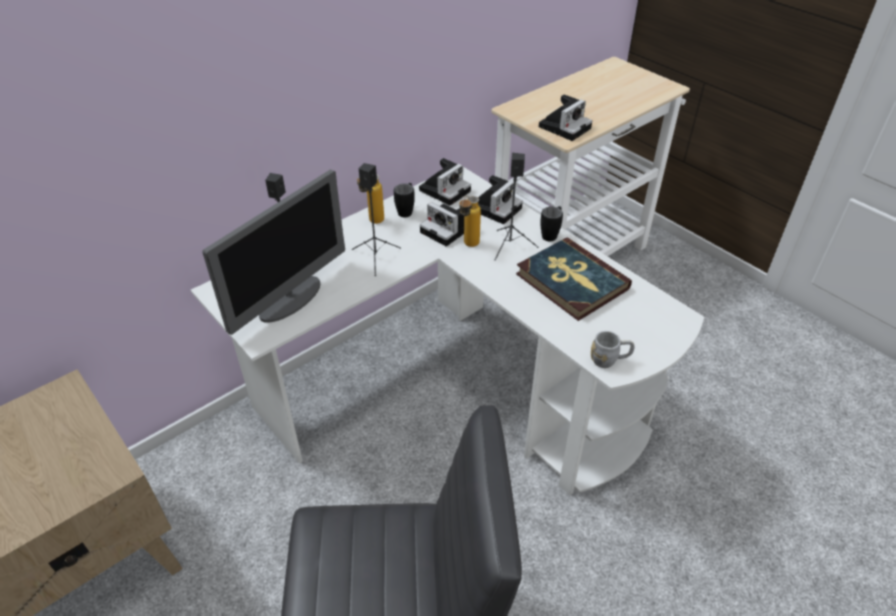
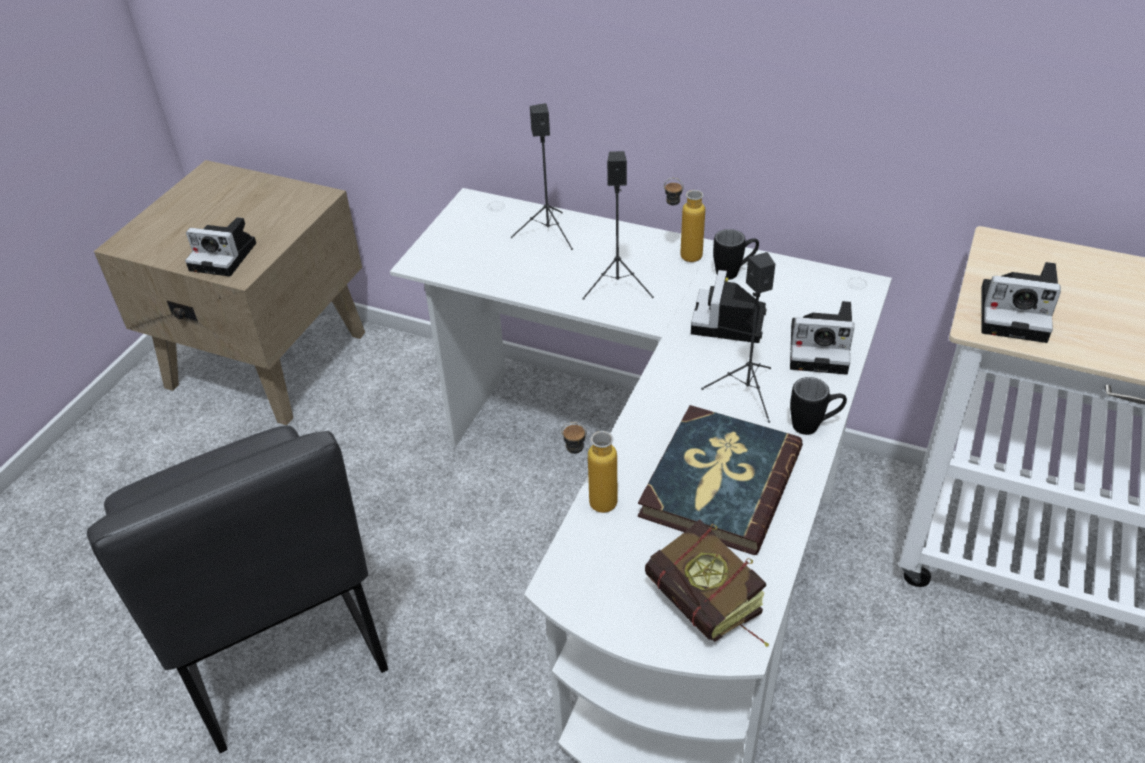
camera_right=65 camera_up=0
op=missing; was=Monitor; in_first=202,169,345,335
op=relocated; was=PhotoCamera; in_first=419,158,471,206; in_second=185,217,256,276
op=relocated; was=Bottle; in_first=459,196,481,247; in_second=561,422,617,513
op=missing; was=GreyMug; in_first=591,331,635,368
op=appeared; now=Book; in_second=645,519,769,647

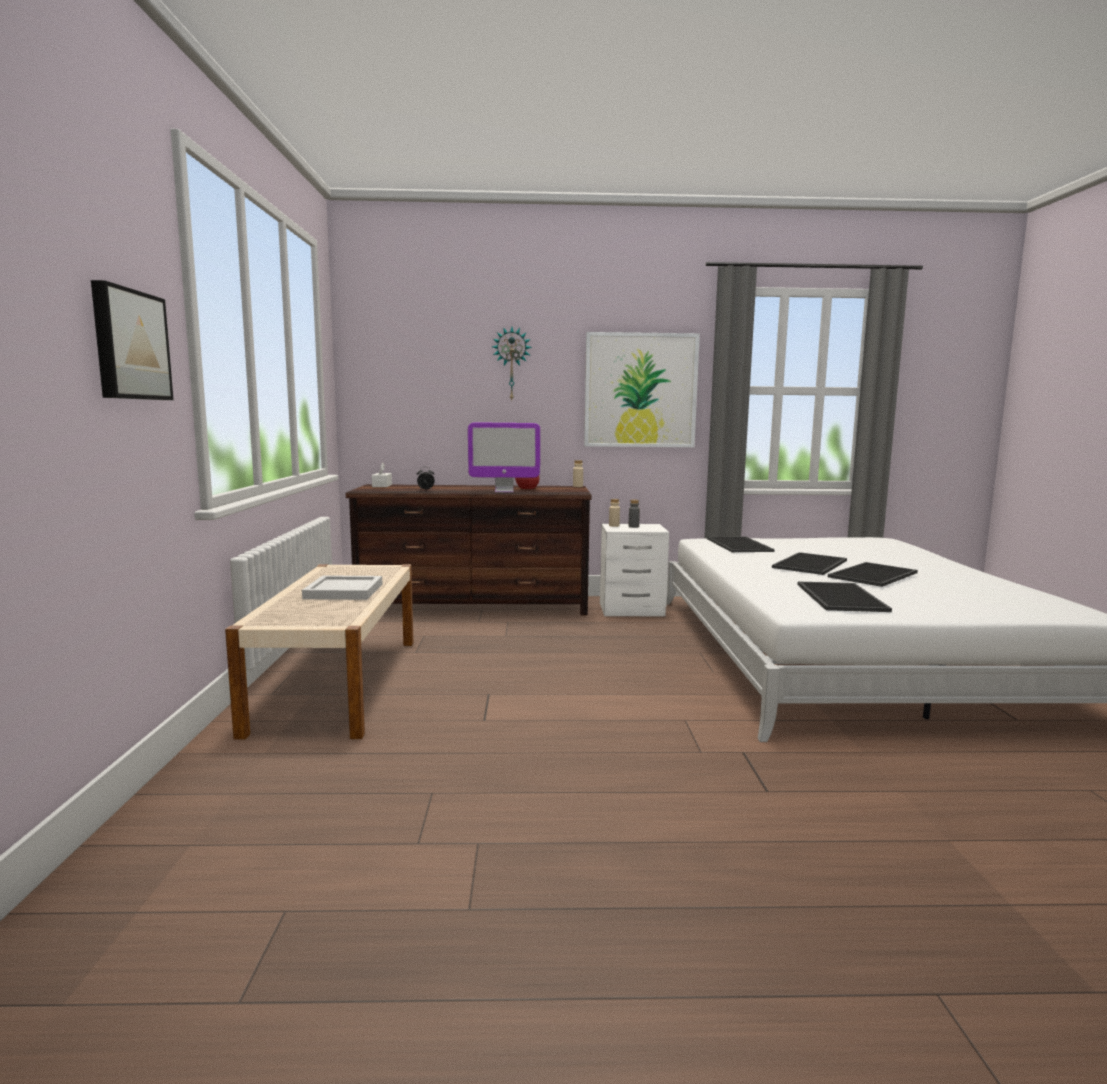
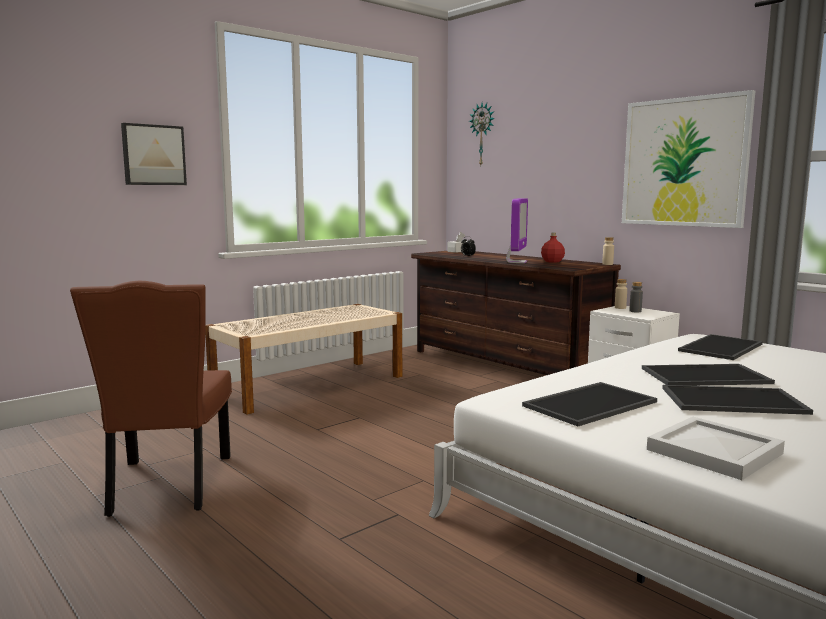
camera_right=50 camera_up=0
op=relocated; was=WhiteTray; in_first=302,575,382,600; in_second=647,417,785,480
op=spun; was=Monitor; in_first=468,423,540,493; in_second=506,198,528,263; clockwise=-120
op=relocated; was=WallClock; in_first=492,327,532,401; in_second=469,103,495,165
op=appeared; now=BrownChair; in_second=70,281,232,517

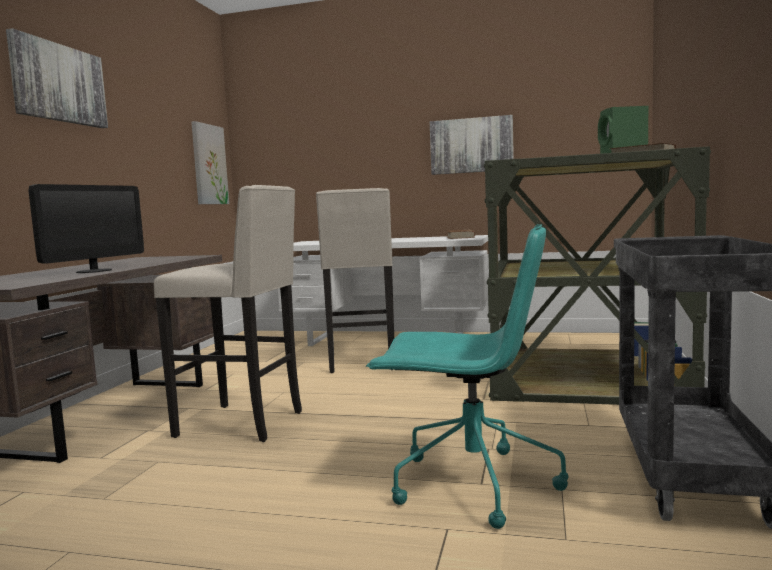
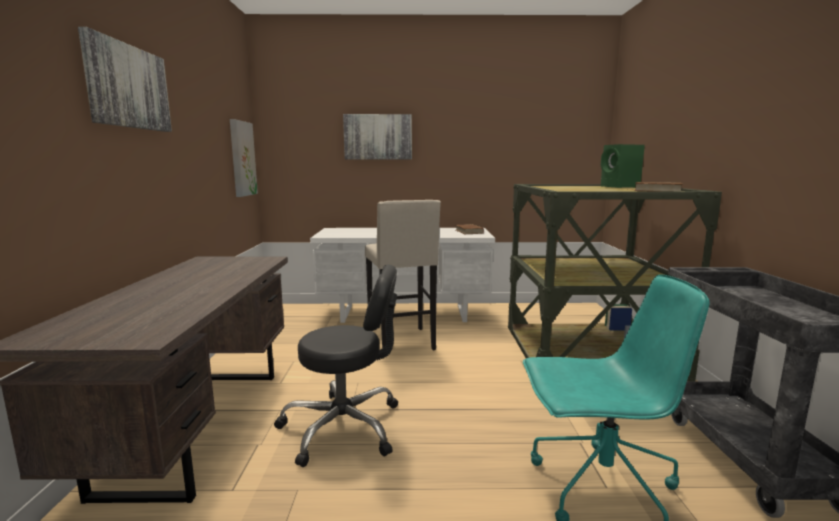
camera_right=-15 camera_up=5
op=missing; was=Monitor; in_first=28,184,144,273
op=exchanged; was=BeigeStool; now=BlackOfficeChair; in_first=154,185,302,442; in_second=274,264,398,467
op=relocated; was=Picture; in_first=430,115,514,175; in_second=343,114,412,159

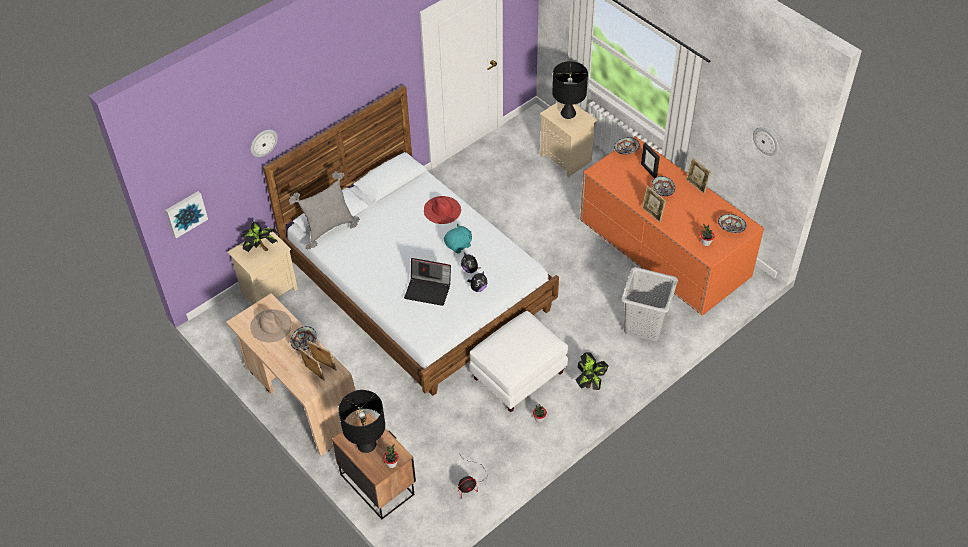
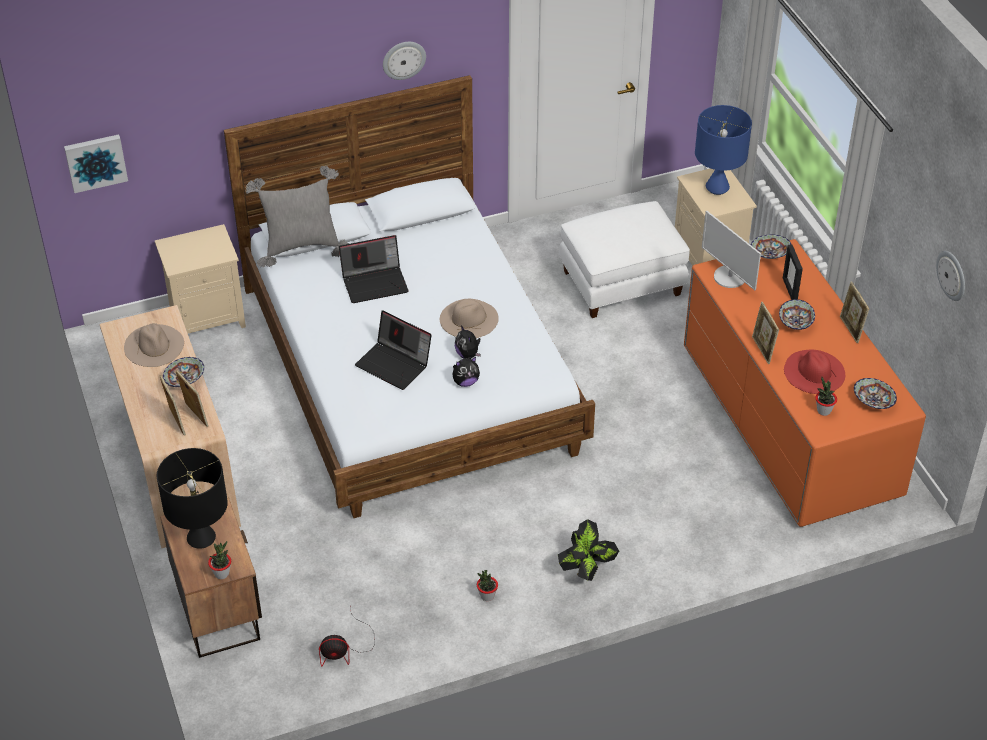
camera_right=20 camera_up=-5
op=missing; was=PottedPlant; in_first=241,222,277,252
op=relocated; was=WallClock; in_first=250,130,278,157; in_second=383,42,426,80
op=relocated; was=RedHat; in_first=424,196,461,224; in_second=784,350,845,394
op=exchanged; was=TurquoisePlushToy; now=BeigeHat; in_first=444,224,472,254; in_second=440,299,499,338
op=relocated; was=WhiteOttoman; in_first=469,311,568,413; in_second=559,201,690,318
op=colour; was=BlackTableLamp; now=BlueTableLamp; in_first=552,61,588,119; in_second=695,105,752,195
op=missing; was=GreyLaundryBasket; in_first=621,267,678,341
op=appeared; now=Laptop; in_second=339,235,409,303
op=appeared; now=Monitor; in_second=702,211,761,290

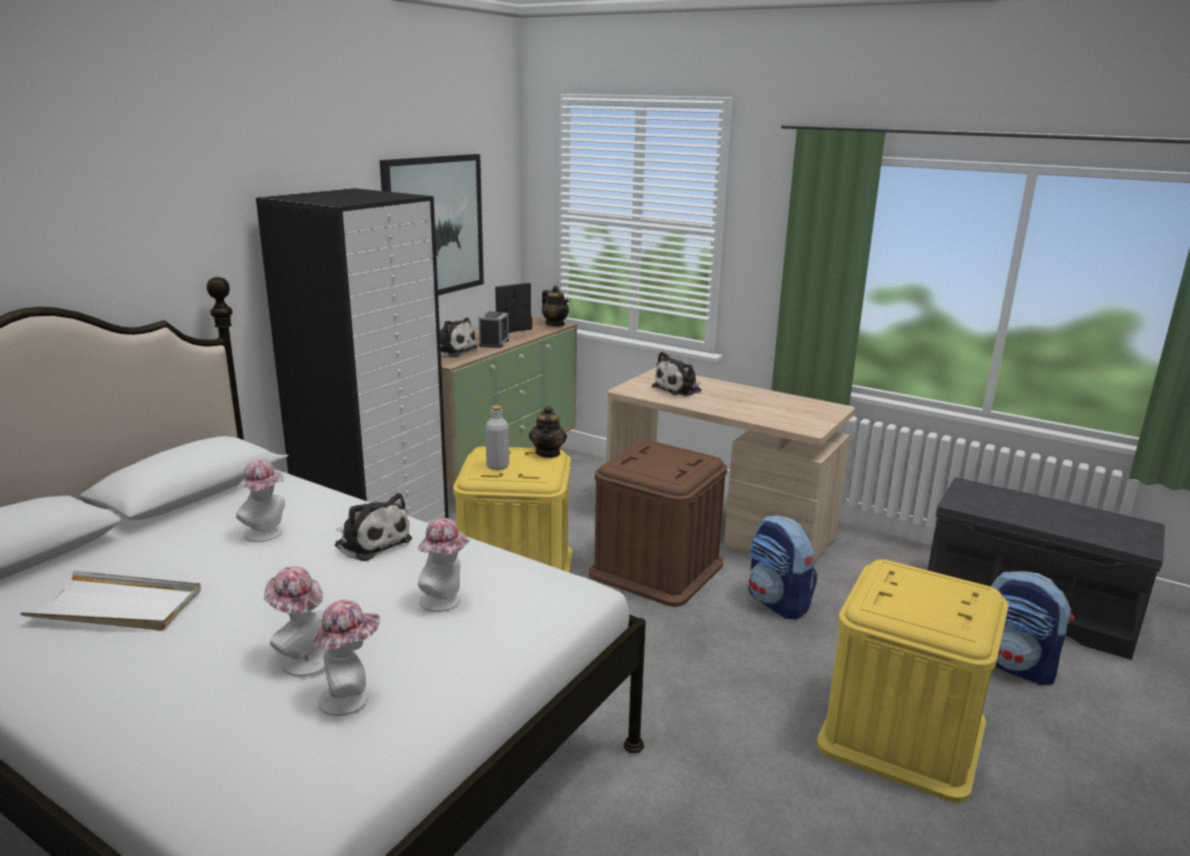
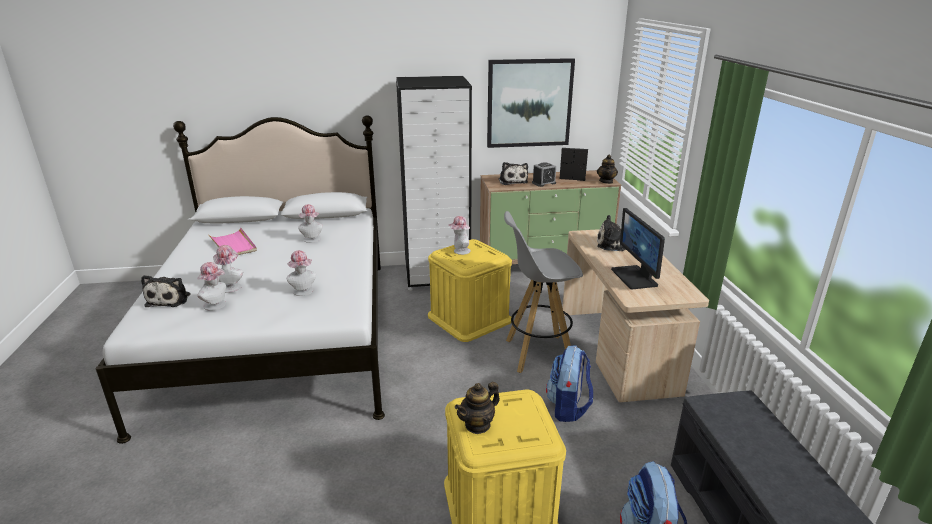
camera_right=50 camera_up=5
op=colour; was=WhiteTray; now=PinkTray; in_first=20,571,201,631; in_second=208,227,257,255
op=relocated; was=PlushToy; in_first=335,493,412,561; in_second=141,275,191,307
op=exchanged; was=GreyBottle; now=Hat; in_first=485,405,509,470; in_second=448,216,471,255
op=relocated; was=Teapot; in_first=529,406,567,458; in_second=455,382,500,434
op=exchanged; was=BrownStorageBox; now=GreyStool; in_first=589,440,727,607; in_second=504,211,583,373
op=appeared; now=Monitor; in_second=611,208,665,289

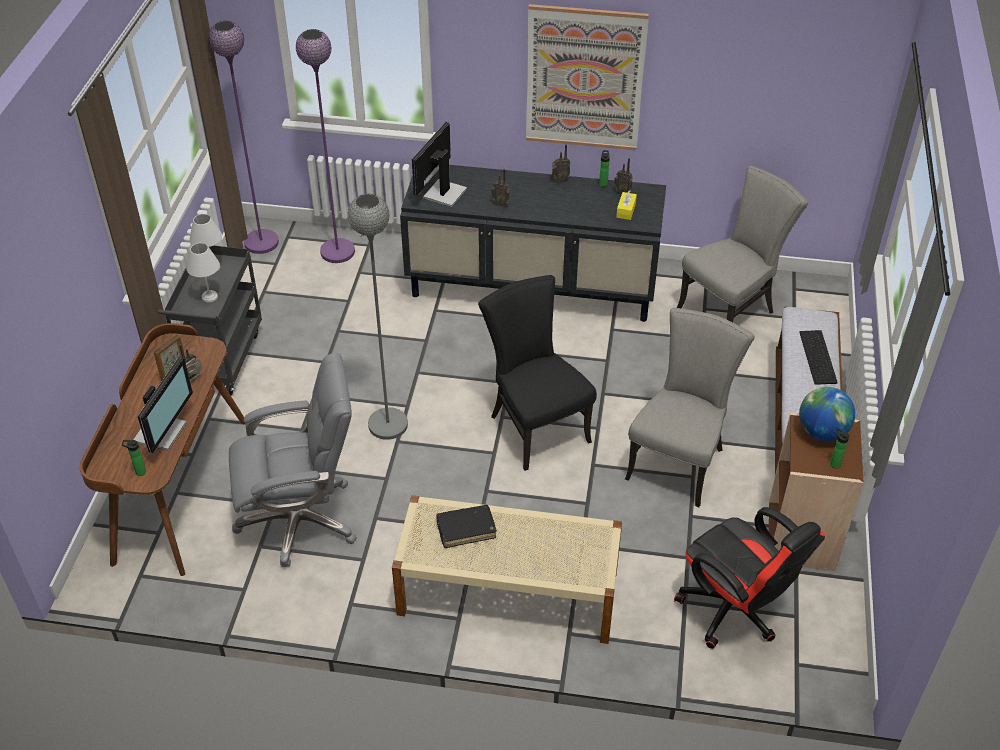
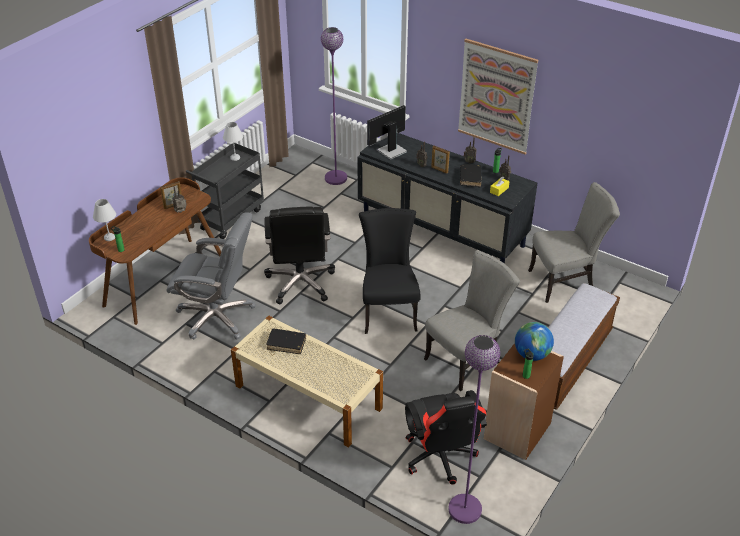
camera_right=25 camera_up=-5
op=missing; was=Monitor; in_first=133,357,193,453
op=relocated; was=WhiteTableLamp; in_first=186,243,220,303; in_second=93,199,116,241
op=relocated; was=PurpleFloorLamp; in_first=208,21,279,254; in_second=448,335,500,524
op=exchanged; was=GreyFloorLamp; now=BlackOfficeChair; in_first=348,194,408,440; in_second=264,207,335,304
op=missing; was=Keyboard; in_first=799,330,838,385
op=appeared; now=PictureFrame; in_second=431,146,450,174
op=appeared; now=BlackBook; in_second=460,164,481,187

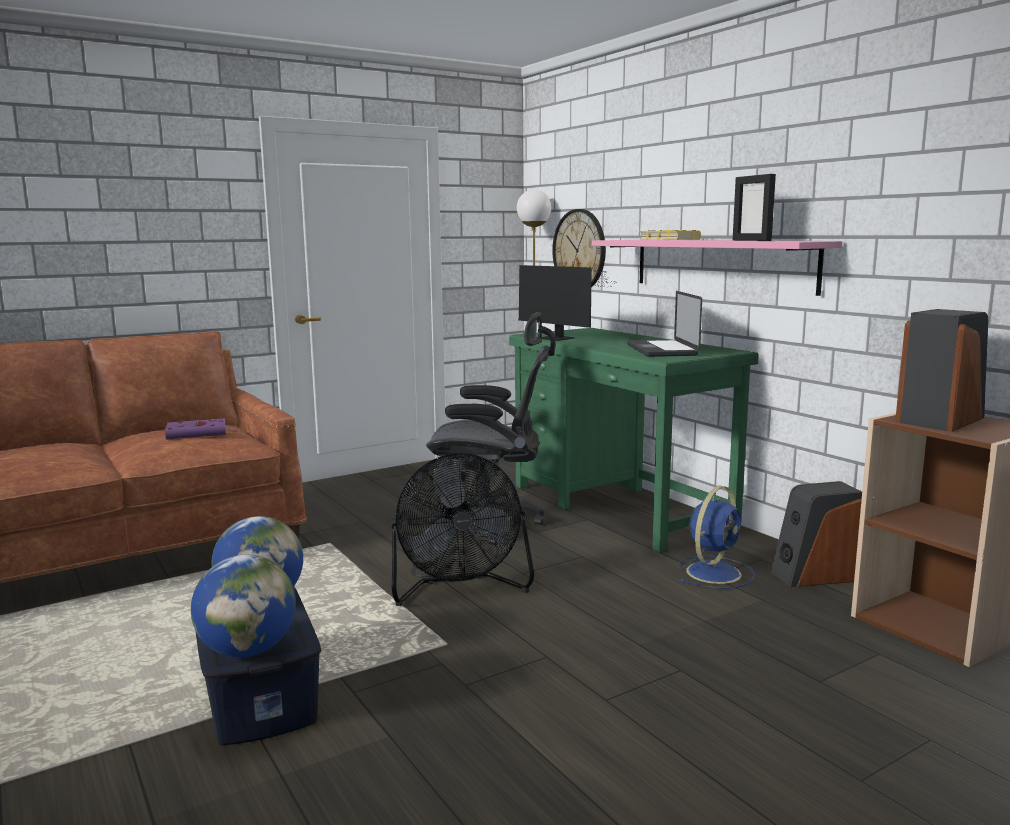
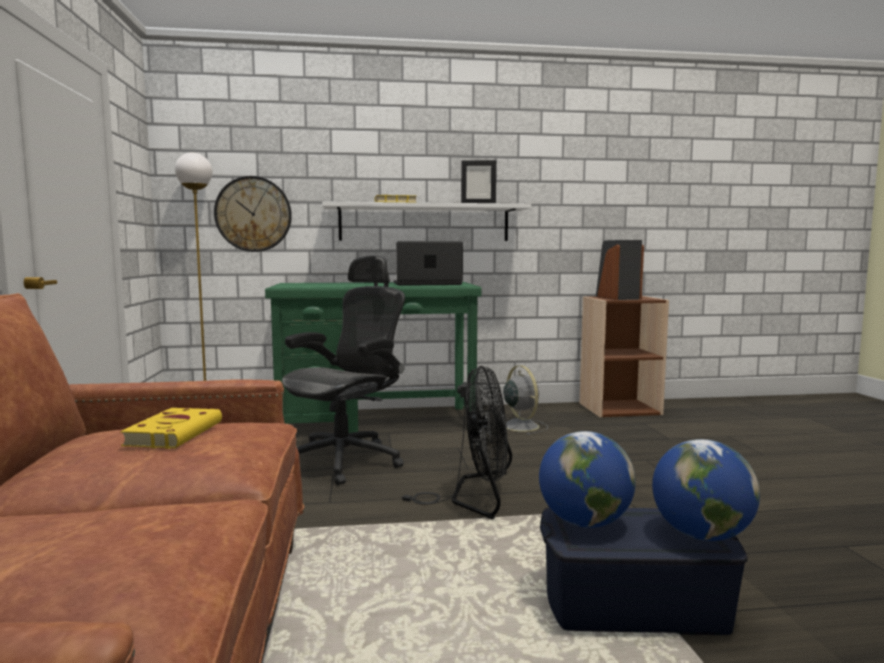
camera_right=-65 camera_up=-5
op=colour; was=PurpleBook; now=YellowBook; in_first=164,418,238,440; in_second=120,408,222,449
op=missing; was=Monitor; in_first=518,265,614,341
op=colour; was=PinkShelf; now=WhiteShelf; in_first=592,240,842,296; in_second=322,201,531,241
op=spun; was=Laptop; in_first=627,291,702,357; in_second=394,241,463,286; clockwise=150
op=colour; was=BlueFan; now=GreyFan; in_first=677,486,755,589; in_second=493,365,548,435
op=missing; was=Speaker; in_first=771,481,862,587

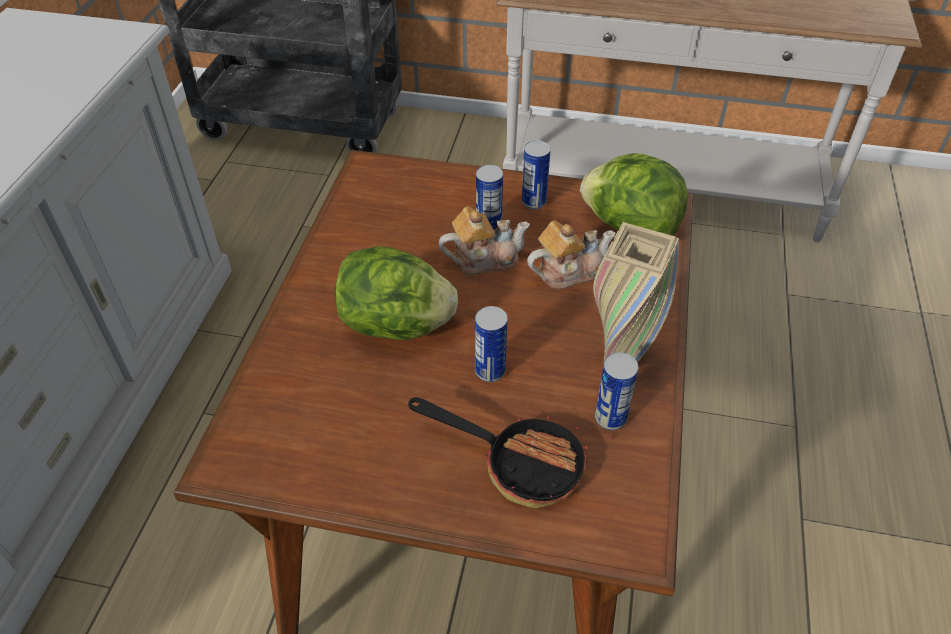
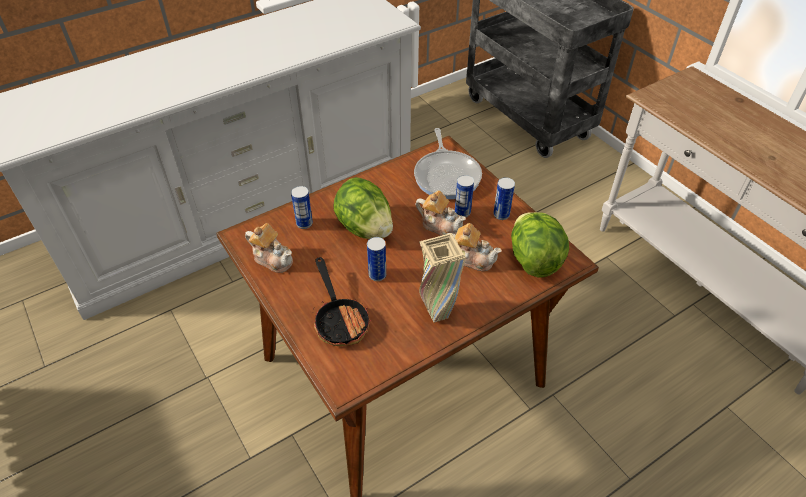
camera_right=45 camera_up=0
op=relocated; was=Can; in_first=595,353,638,430; in_second=291,186,313,229
op=appeared; now=Teapot; in_second=245,223,293,273
op=appeared; now=FryingPan; in_second=414,128,482,199

